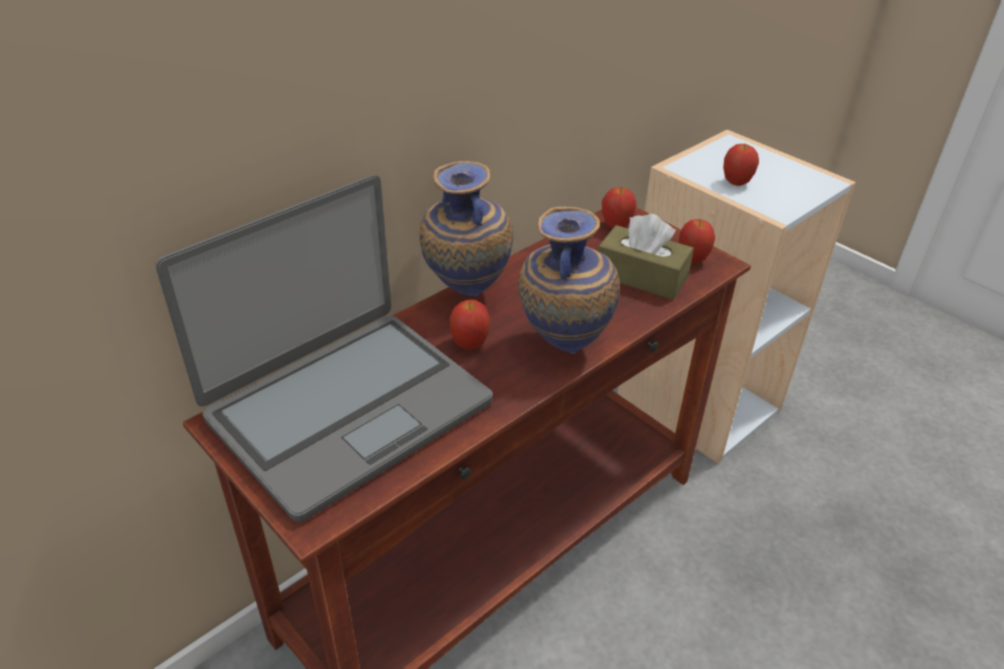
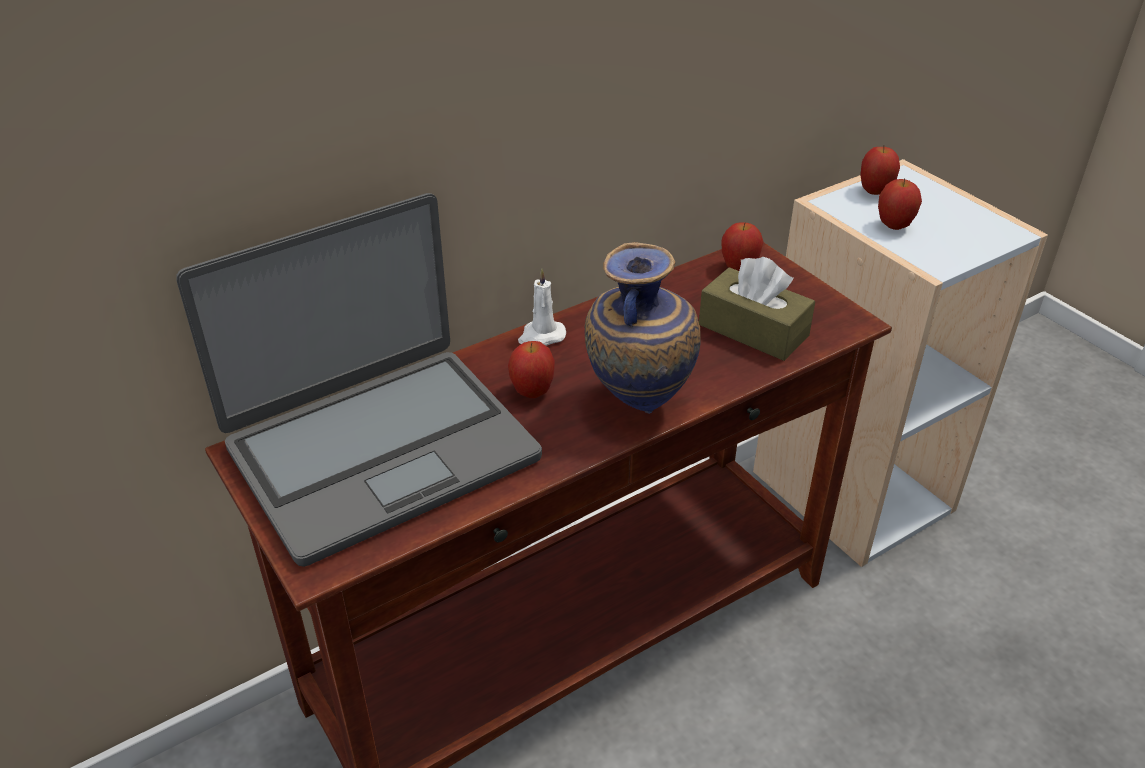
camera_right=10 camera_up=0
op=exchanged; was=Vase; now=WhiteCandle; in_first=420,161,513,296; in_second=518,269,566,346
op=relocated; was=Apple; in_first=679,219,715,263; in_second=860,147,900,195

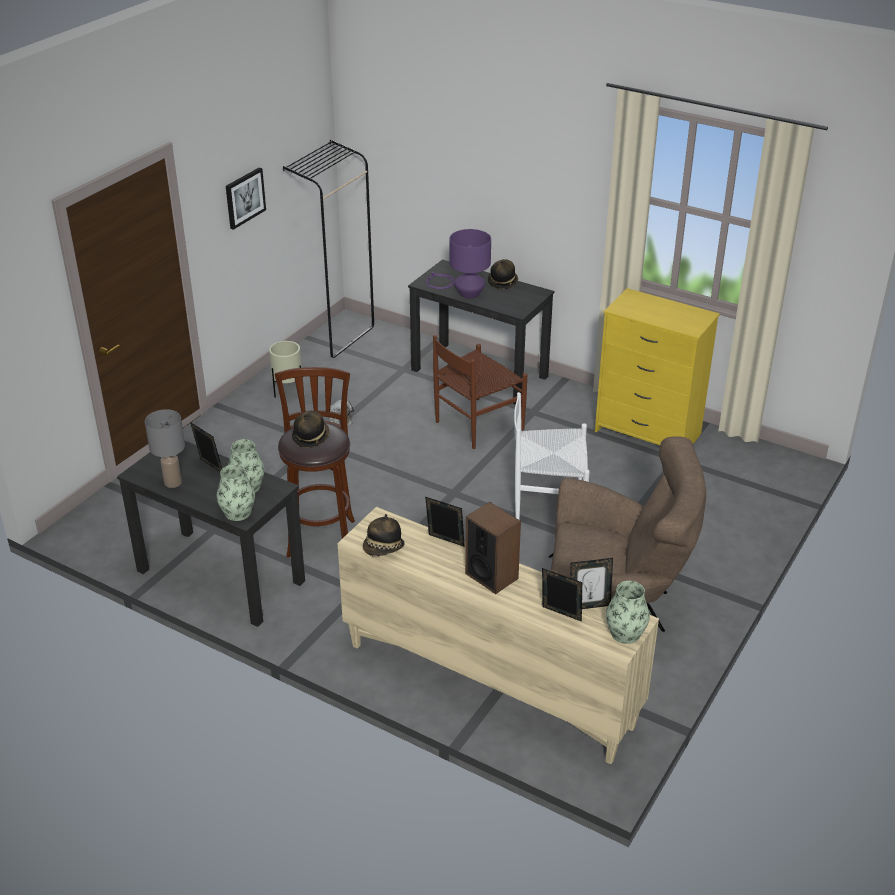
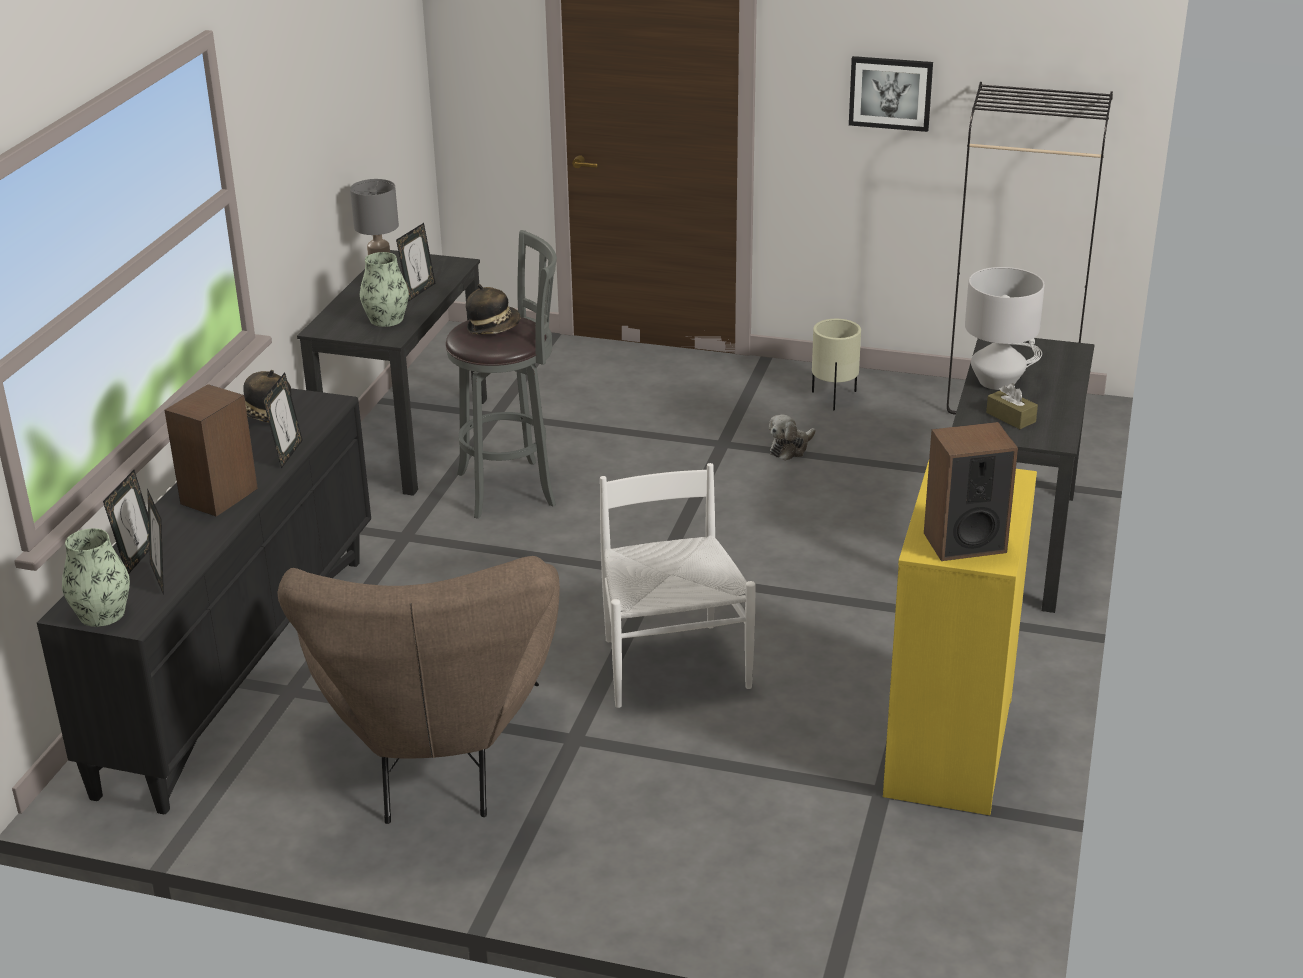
camera_right=75 camera_up=-5
op=missing; was=Vase; in_first=217,464,255,521
op=colour; was=BrownStool; now=GreyStool; in_first=275,367,355,558; in_second=445,230,557,519
op=colour; was=BeigeDresser; now=BlackDresser; in_first=337,507,659,764; in_second=37,388,371,814
op=colour; was=PurpleTableLamp; now=GreyTableLamp; in_first=426,229,491,298; in_second=965,267,1045,390
op=missing; was=BrownChair; in_first=433,335,527,449
op=missing; was=Hat; in_first=488,259,518,289
op=appeared; now=Speaker; in_second=924,422,1018,561
op=appeared; now=BrownTissueBox; in_second=986,383,1038,429

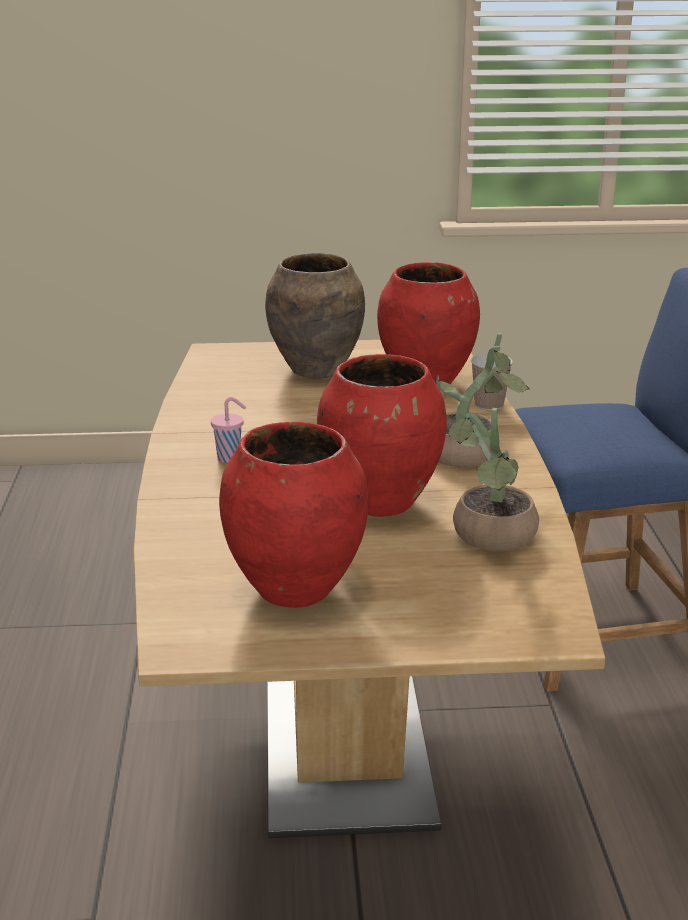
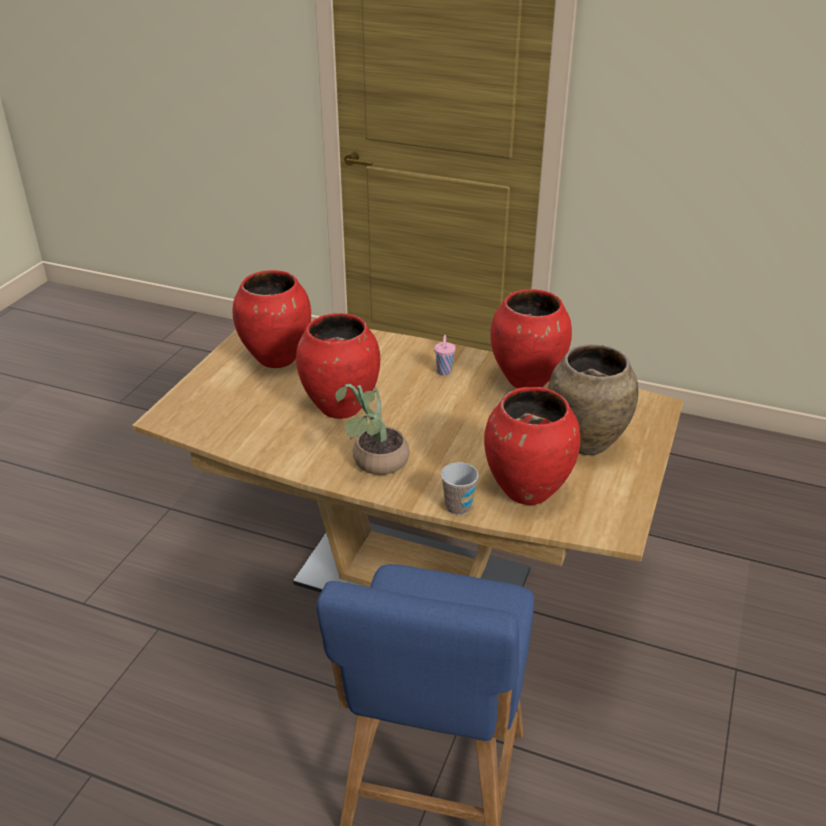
camera_right=115 camera_up=10
op=missing; was=PottedPlant; in_first=449,408,539,551
op=appeared; now=RedVase; in_second=490,289,572,388

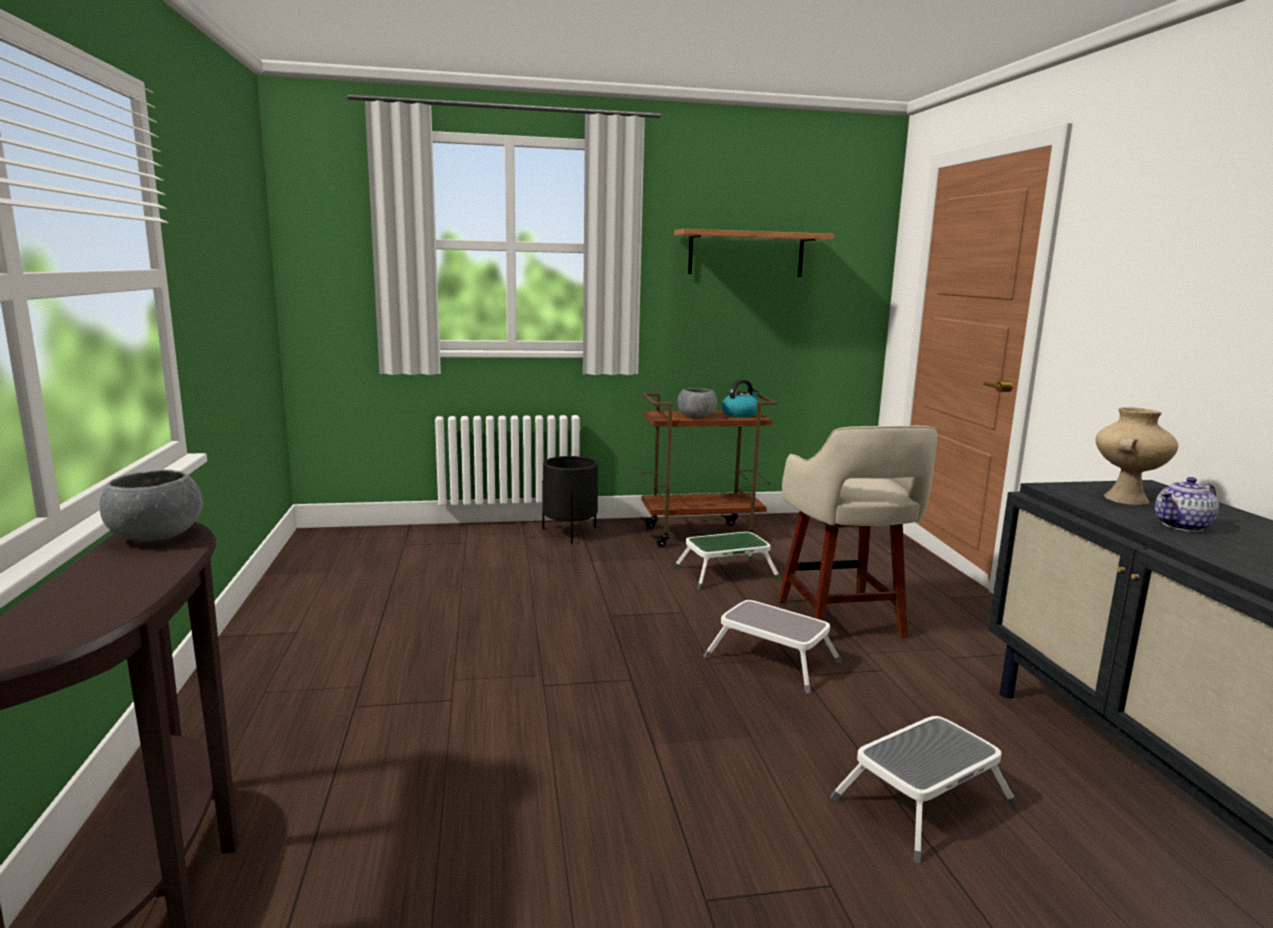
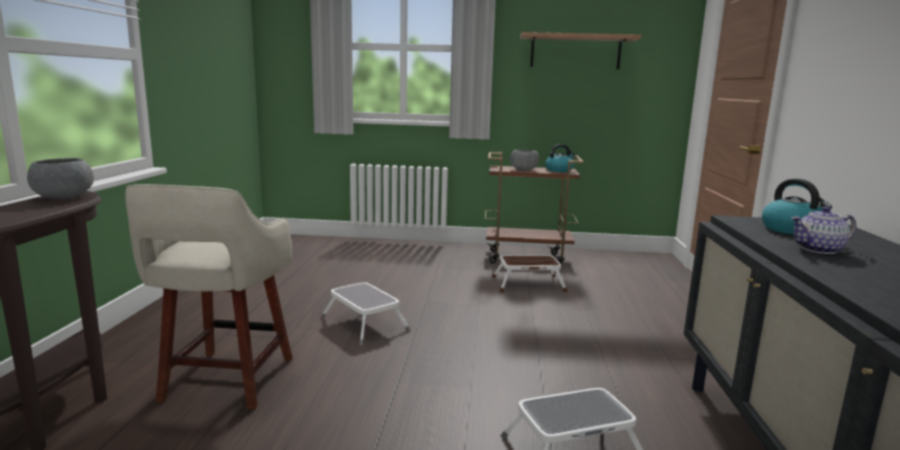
camera_right=15 camera_up=0
op=missing; was=BlackPlanter; in_first=542,456,598,544
op=colour; was=GreenStepLadder; now=BrownStepLadder; in_first=673,532,781,590; in_second=492,255,568,292
op=relocated; was=GreyStepLadder; in_first=704,600,842,694; in_second=321,282,411,346
op=relocated; was=BeigeStool; in_first=778,426,937,643; in_second=125,184,293,410
op=exchanged; was=BeigeVase; now=Kettle; in_first=1096,407,1178,505; in_second=762,179,832,235

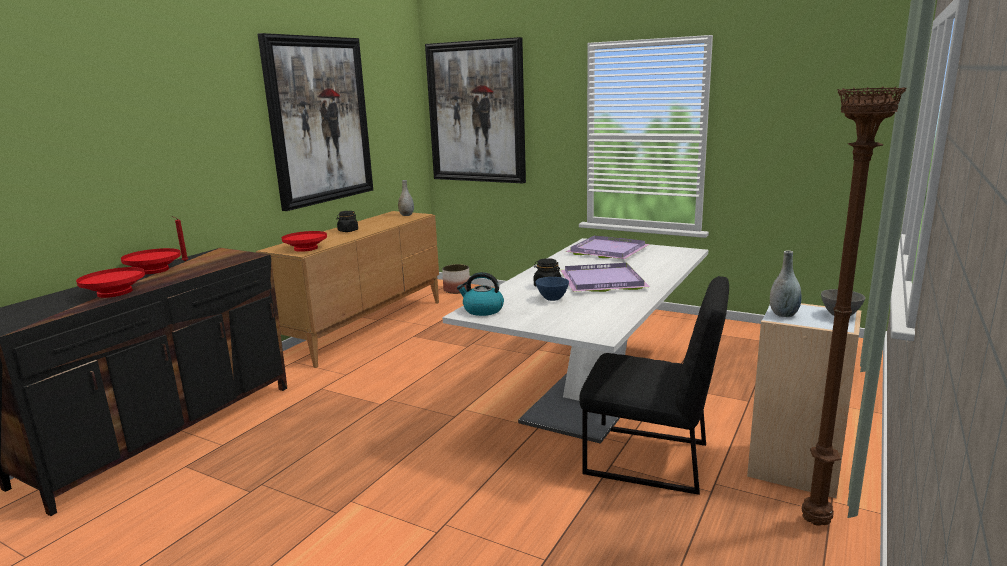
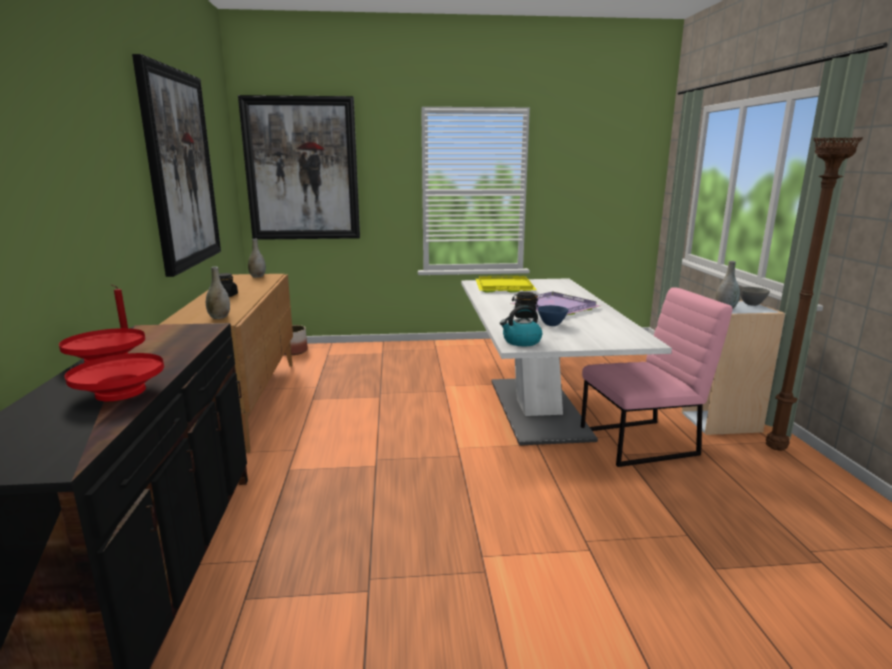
camera_right=-35 camera_up=0
op=exchanged; was=RedBowl; now=GreyVase; in_first=282,231,327,252; in_second=206,267,230,319
op=colour; was=PurpleTray; now=YellowTray; in_first=566,235,650,259; in_second=476,276,536,293
op=colour; was=BlackChair; now=PinkChair; in_first=579,276,729,495; in_second=581,287,733,467

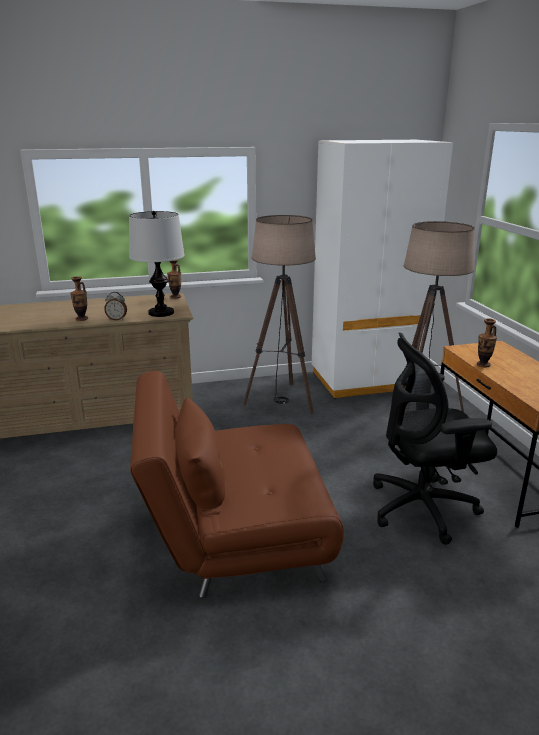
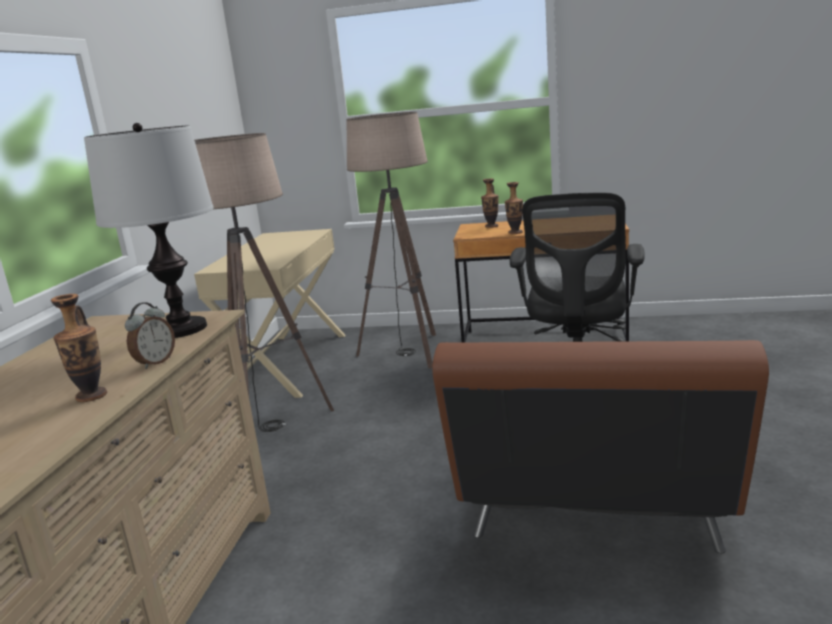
camera_right=-65 camera_up=-5
op=relocated; was=Vase; in_first=167,260,181,299; in_second=481,179,498,228
op=exchanged; was=WhiteWardrobe; now=BeigeDesk; in_first=312,140,453,398; in_second=194,229,346,398

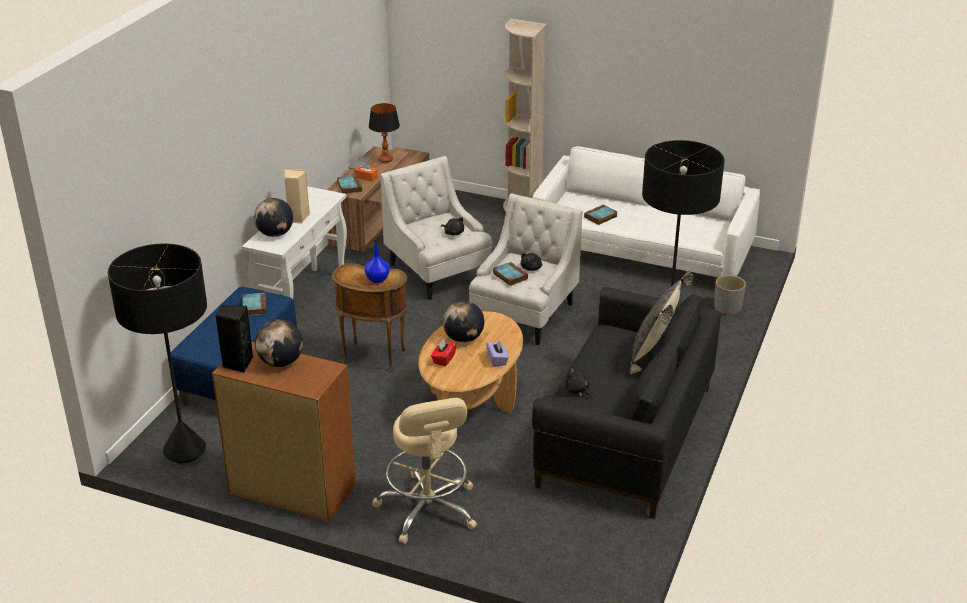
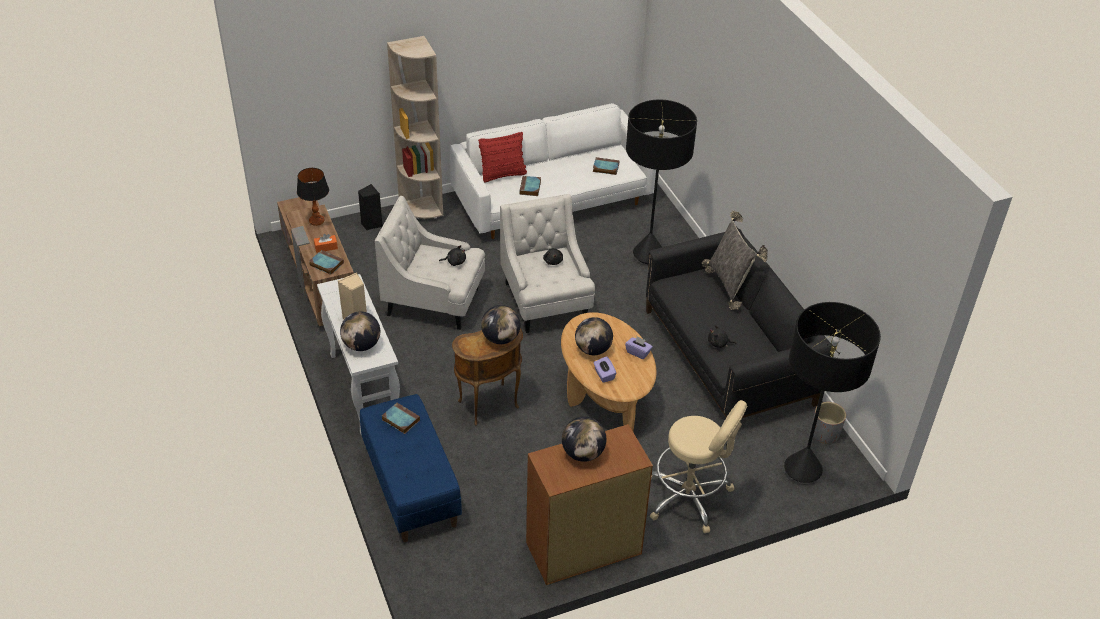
camera_right=-45 camera_up=10
op=relocated; was=BlackFloorLamp; in_first=108,244,207,463; in_second=784,302,881,483
op=relocated; was=BlackSpeaker; in_first=216,305,253,373; in_second=358,184,383,230
op=exchanged; was=BlueVase; now=Globe; in_first=365,244,390,283; in_second=481,305,520,344
op=colour; was=RedTissueBox; now=PurpleTissueBox; in_first=431,339,457,366; in_second=593,356,616,383
op=relocated; was=Book; in_first=493,262,528,286; in_second=593,157,620,175
op=relocated; was=GreyPlanter; in_first=714,275,746,315; in_second=813,402,846,444
op=appeared; now=RedPillow; in_second=478,132,527,182

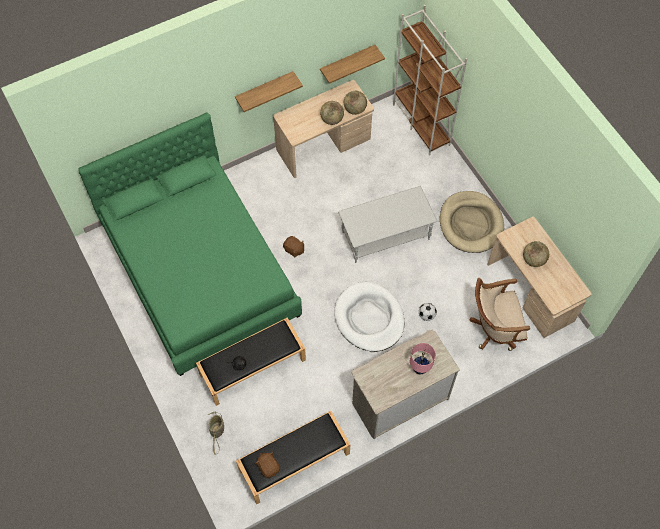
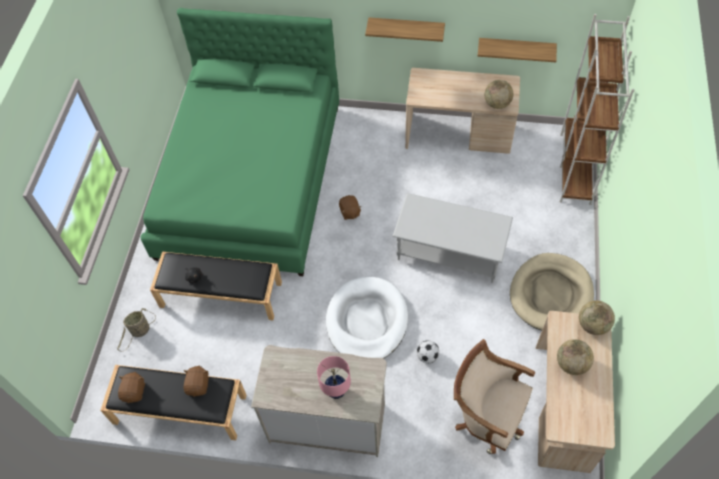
camera_right=40 camera_up=-5
op=relocated; was=Globe; in_first=320,101,344,125; in_second=579,300,615,335
op=appeared; now=BrownPlushToy; in_second=184,366,209,397

